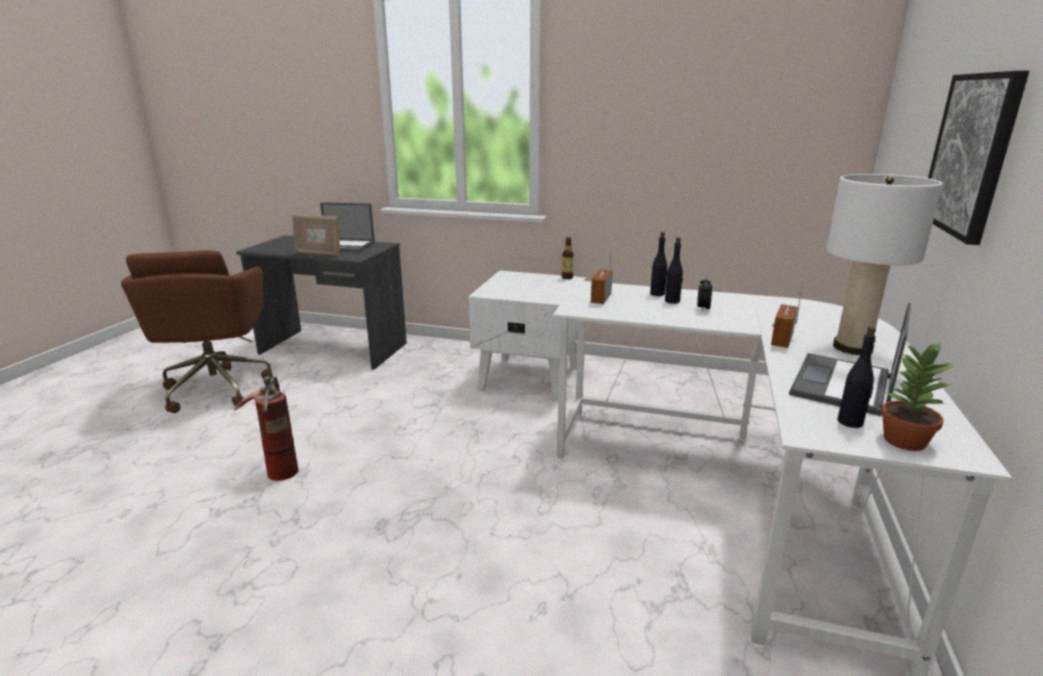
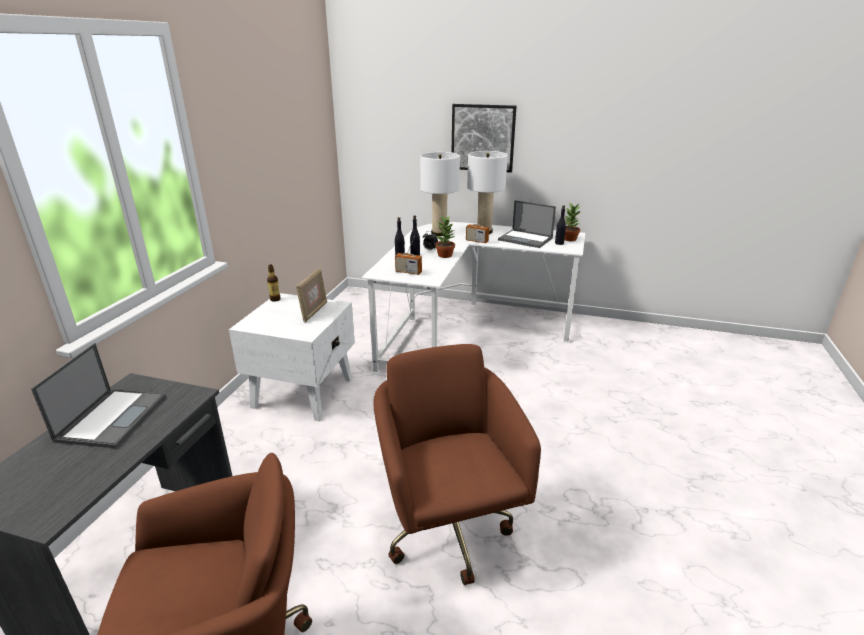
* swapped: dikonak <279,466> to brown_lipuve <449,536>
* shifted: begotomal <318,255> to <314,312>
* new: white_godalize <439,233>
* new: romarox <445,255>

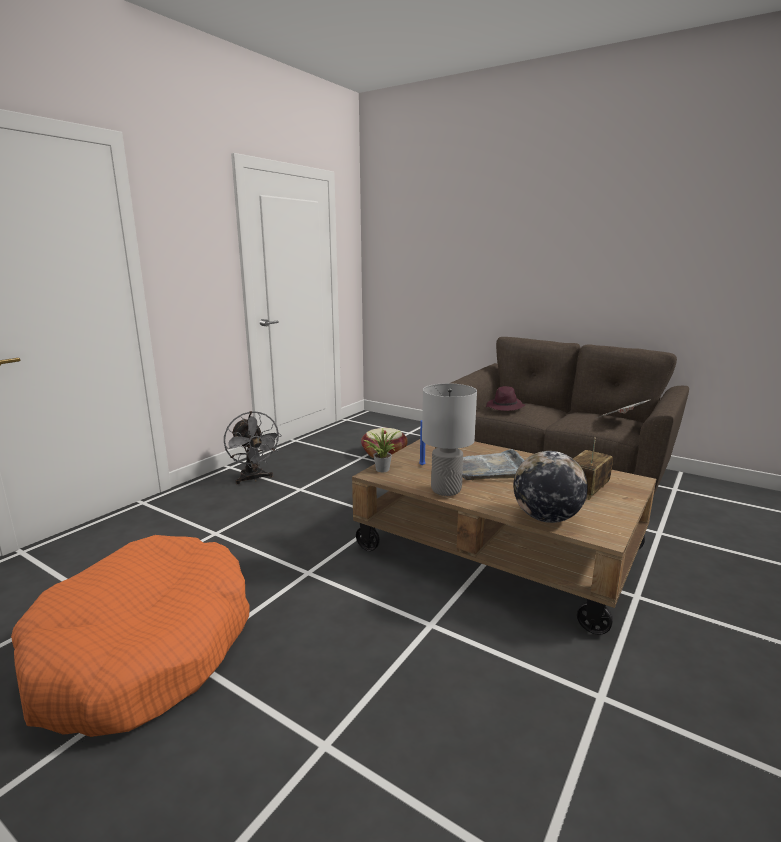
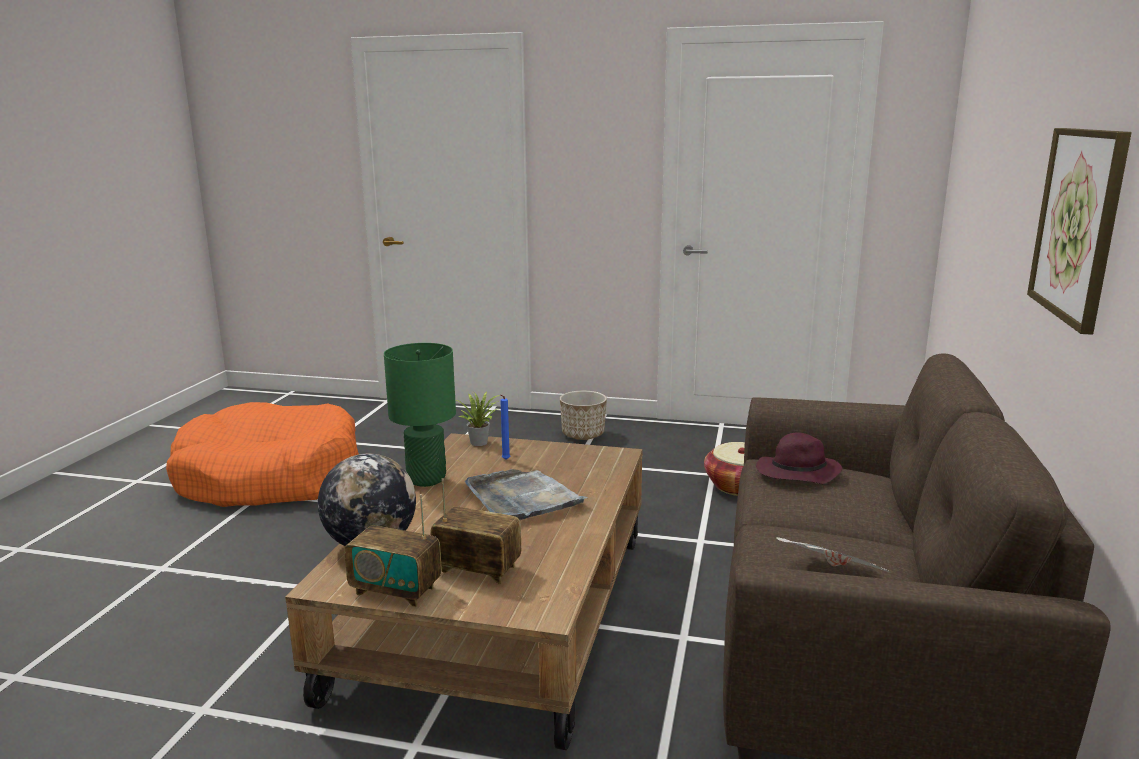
* swapped: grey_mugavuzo <254,479> to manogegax <583,435>
* repainted: grey_godalize <446,492> to green_godalize <427,482>
* new: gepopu <396,590>
* new: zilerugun <1078,224>

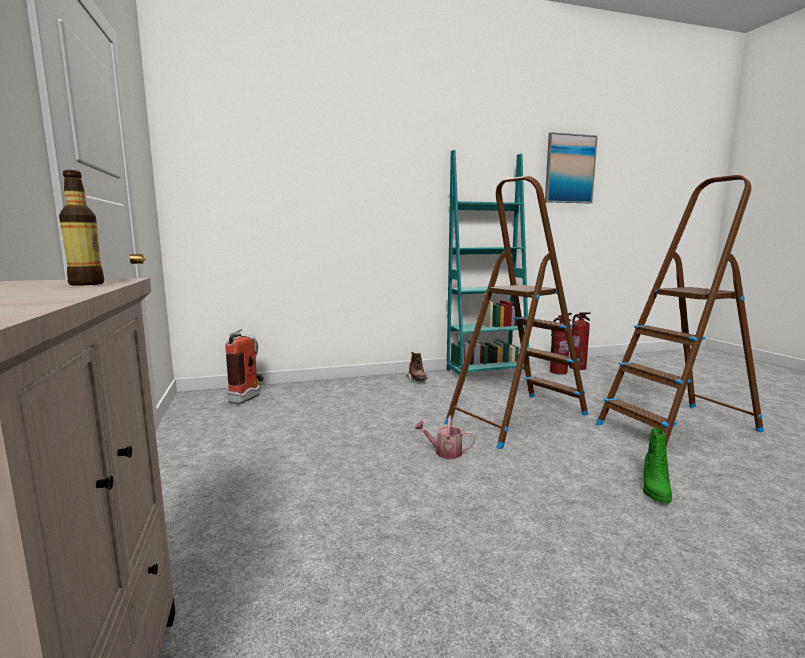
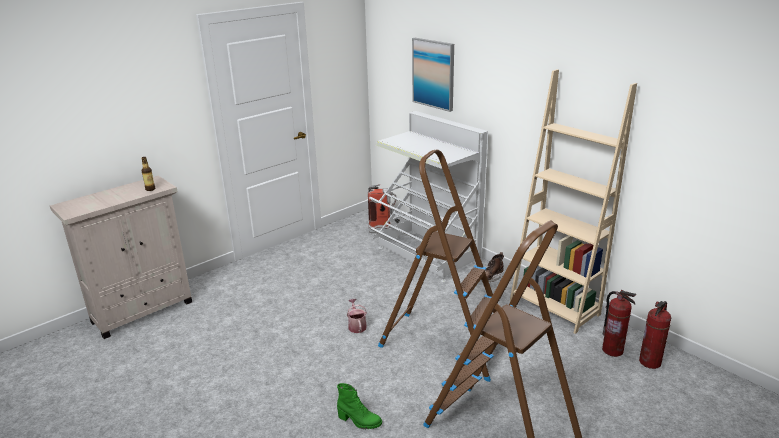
* repainted: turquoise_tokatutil <487,372> to beige_tokatutil <554,307>
* shifted: zilerugun <569,169> to <433,74>
* rotated: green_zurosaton <654,489> = <359,421> 150 degrees counterclockwise
* new: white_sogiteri <424,256>

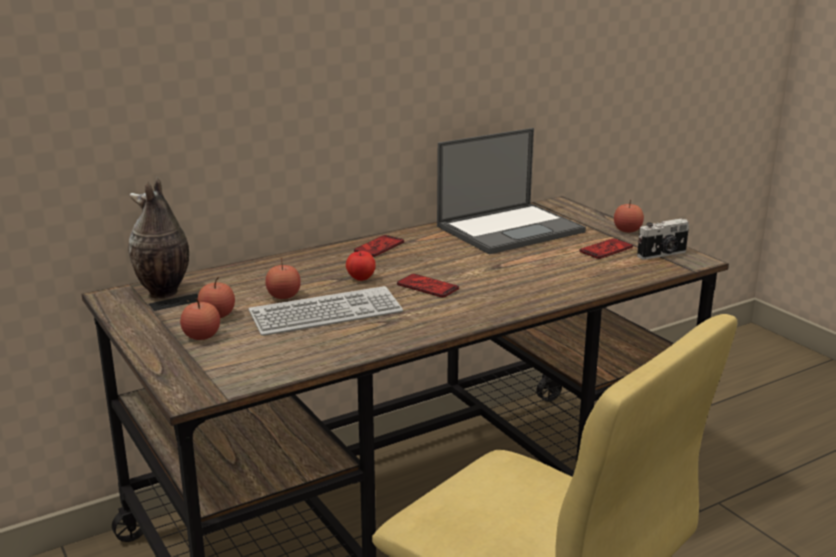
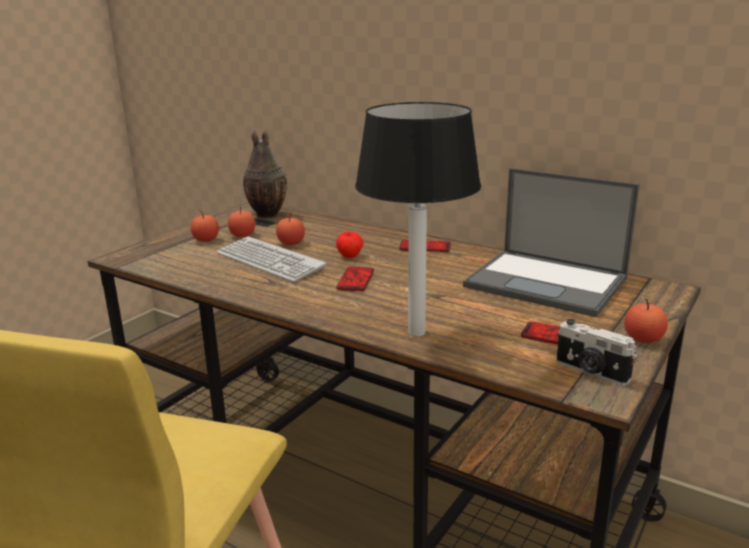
* new: godalize <416,331>

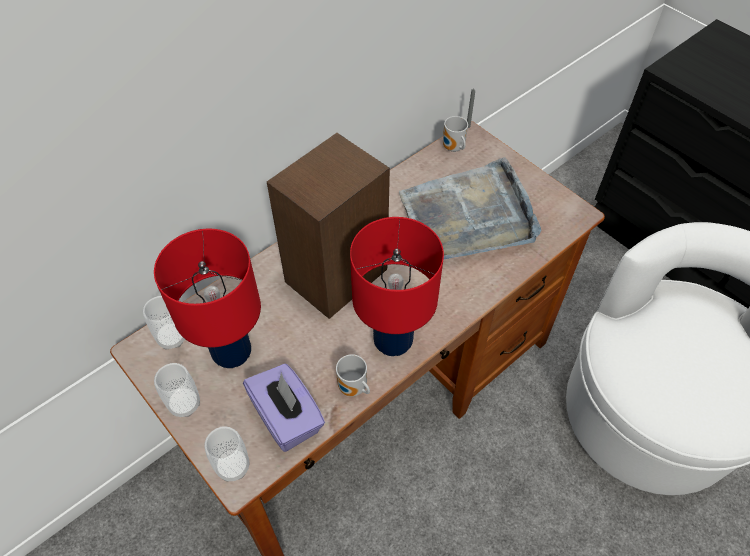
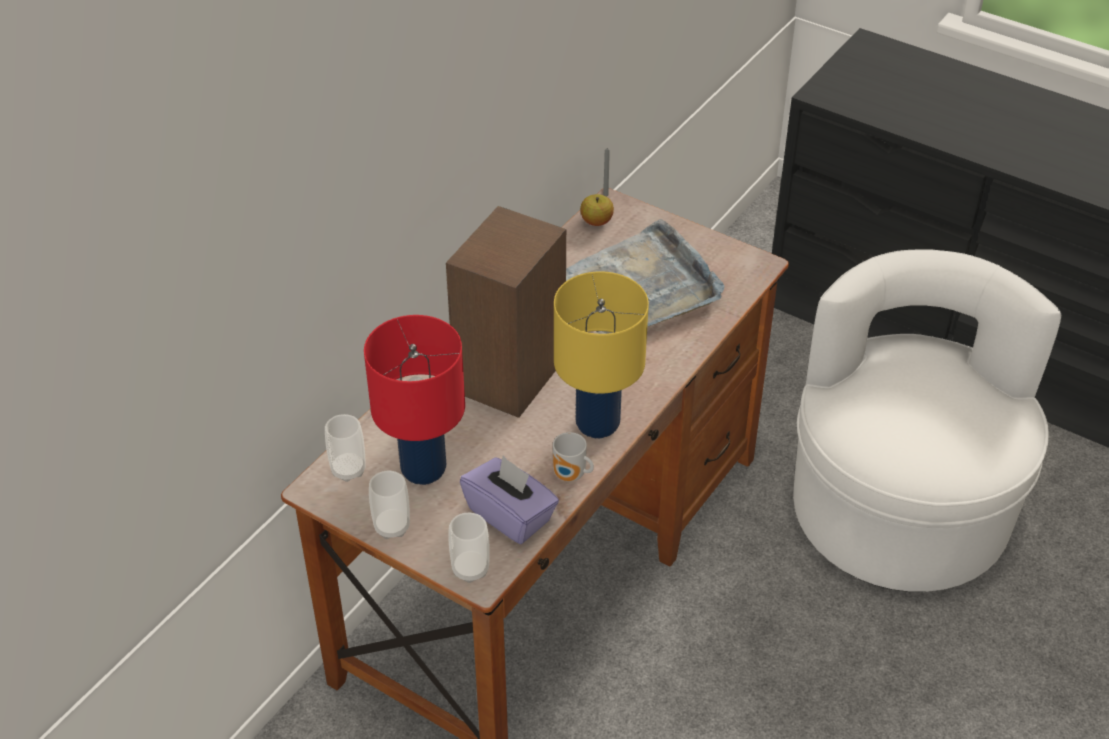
* repainted: red_godalize <394,340> to yellow_godalize <599,423>
* swapped: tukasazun <453,149> to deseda <596,222>

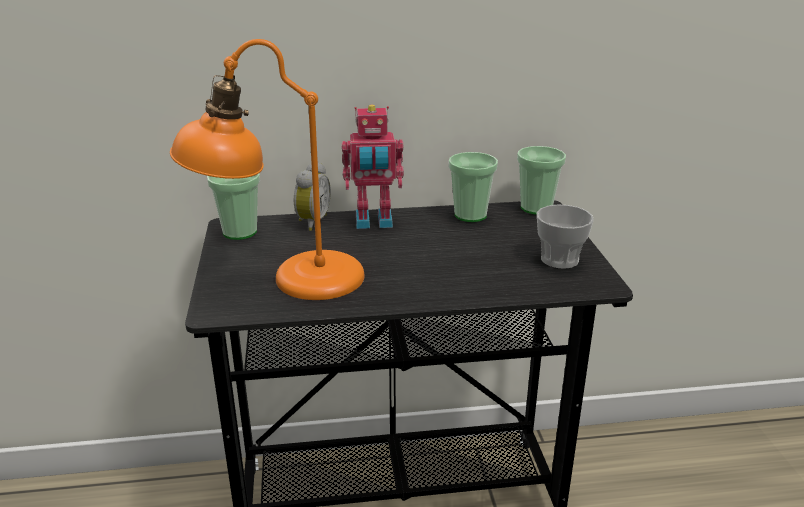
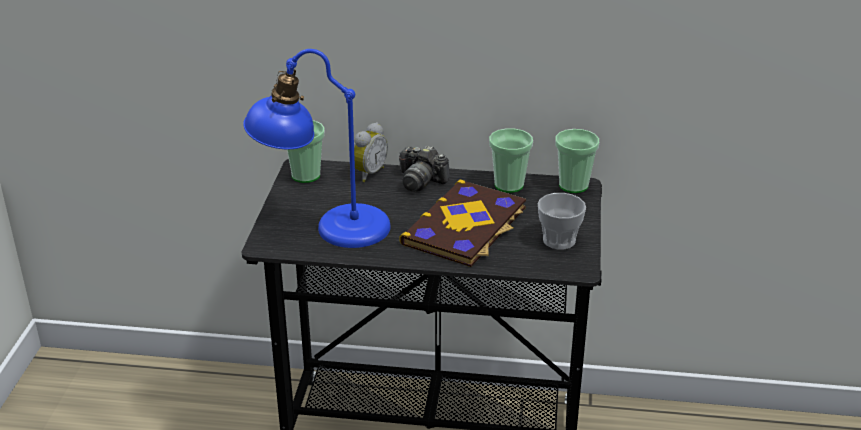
* repainted: orange_godalize <280,278> to blue_godalize <322,224>
* swapped: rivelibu <374,222> to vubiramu <420,181>
* new: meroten <466,226>

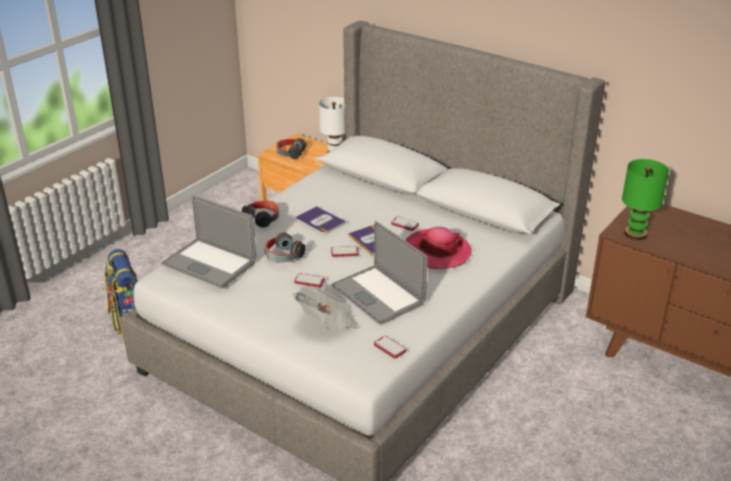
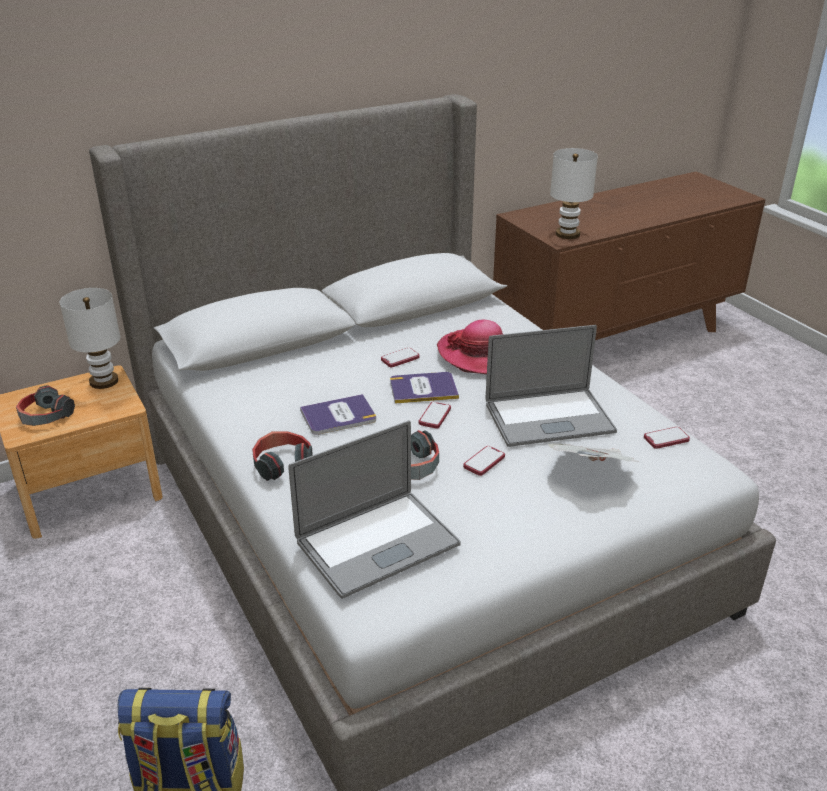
* repainted: green_godalize <636,233> to white_godalize <567,234>

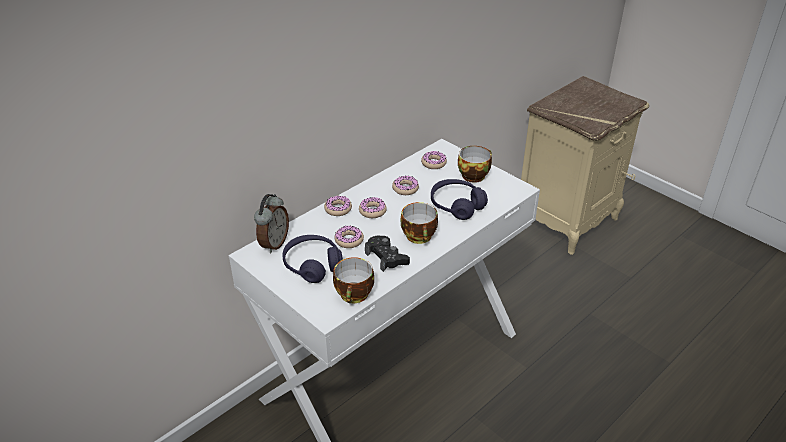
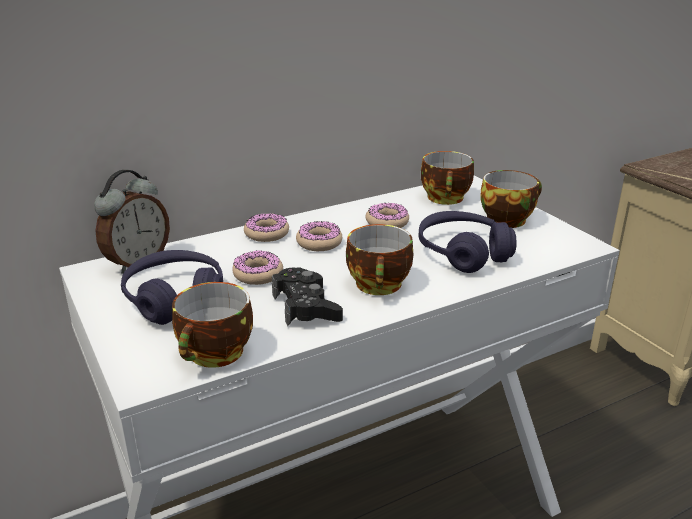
* swapped: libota <433,163> to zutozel <447,199>

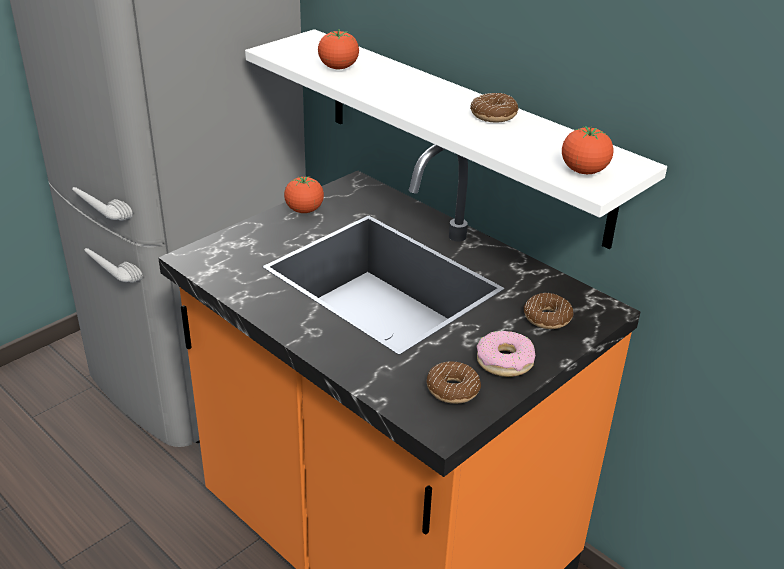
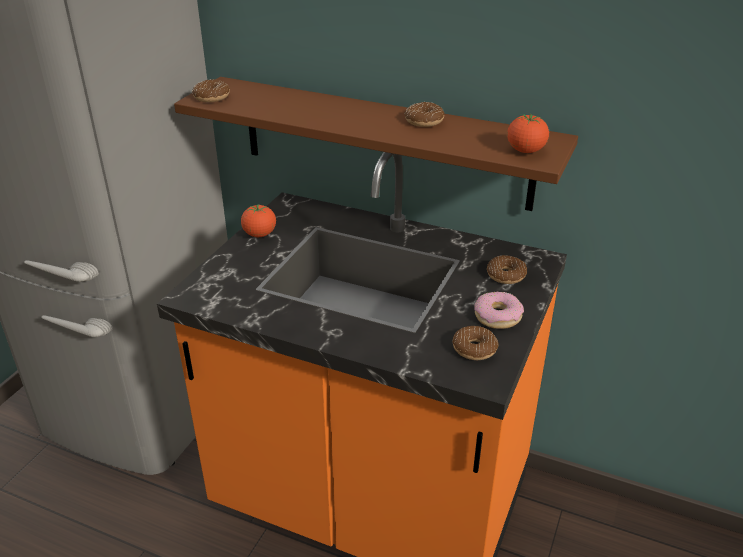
* repainted: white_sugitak <462,133> to brown_sugitak <383,142>
* gone: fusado <338,68>
* new: libota <211,97>

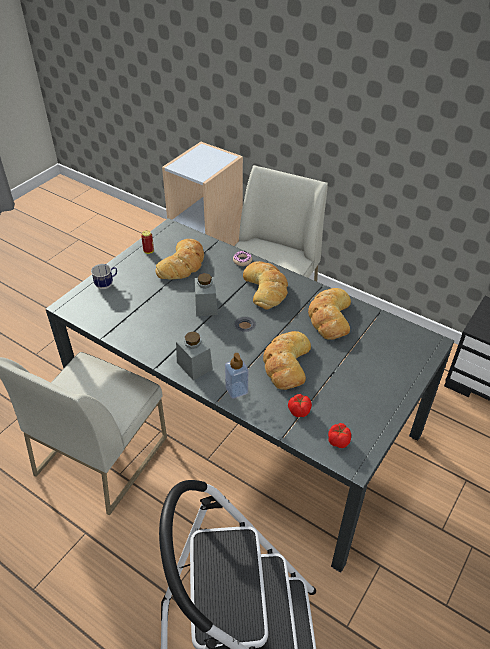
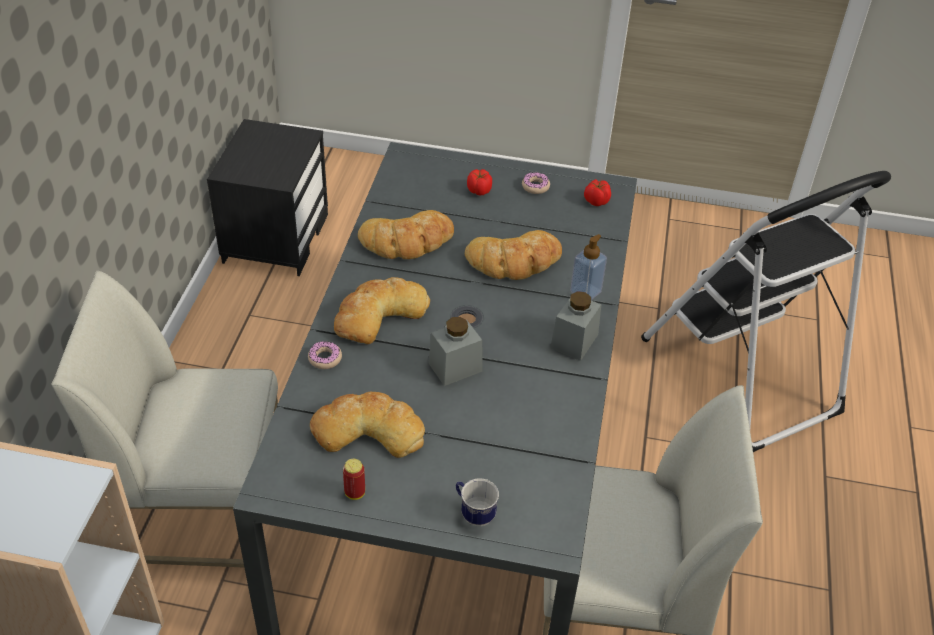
* shifted: fusado <298,411> to <479,191>
* new: libota <535,186>

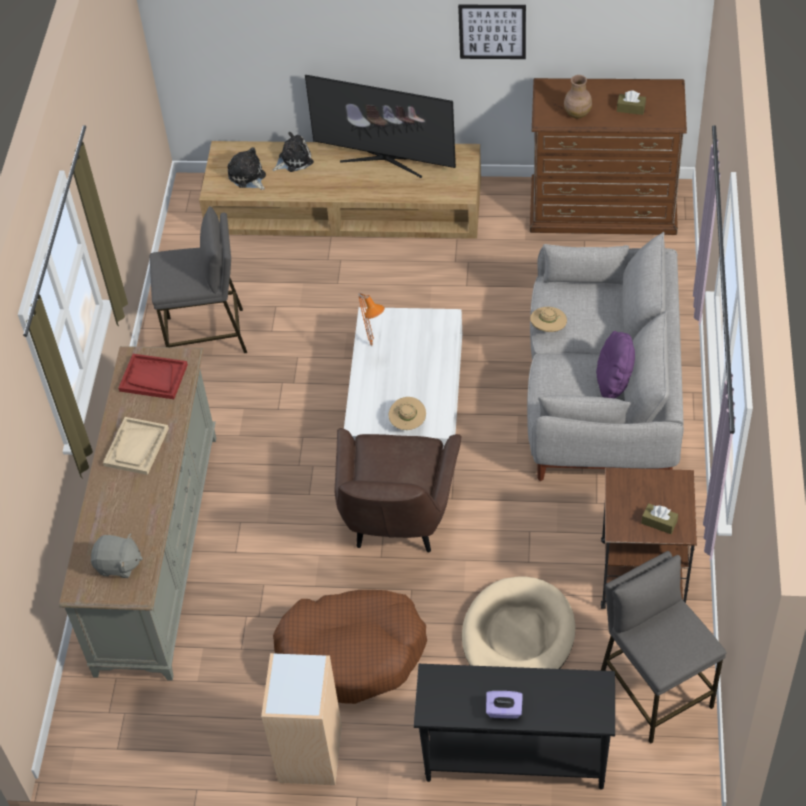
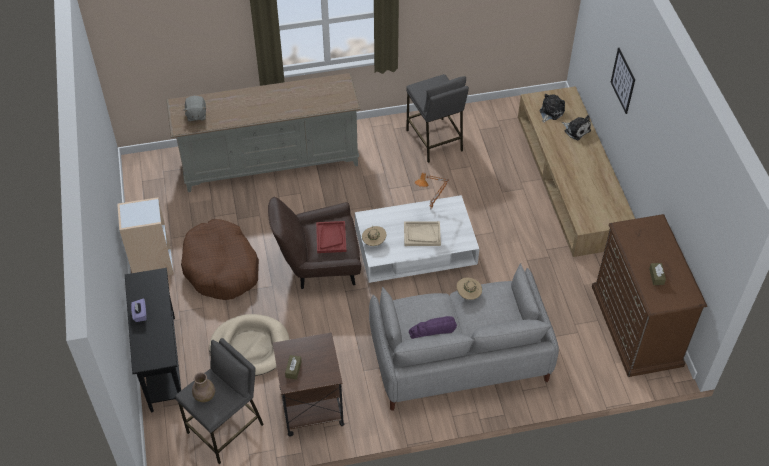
* shifted: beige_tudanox <136,447> to <422,234>
* shifted: red_tudanox <153,378> to <331,237>
* gone: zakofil <384,160>
* shifted: zilerugun <492,31> to <623,80>
* shifted: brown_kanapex <577,113> to <205,396>

